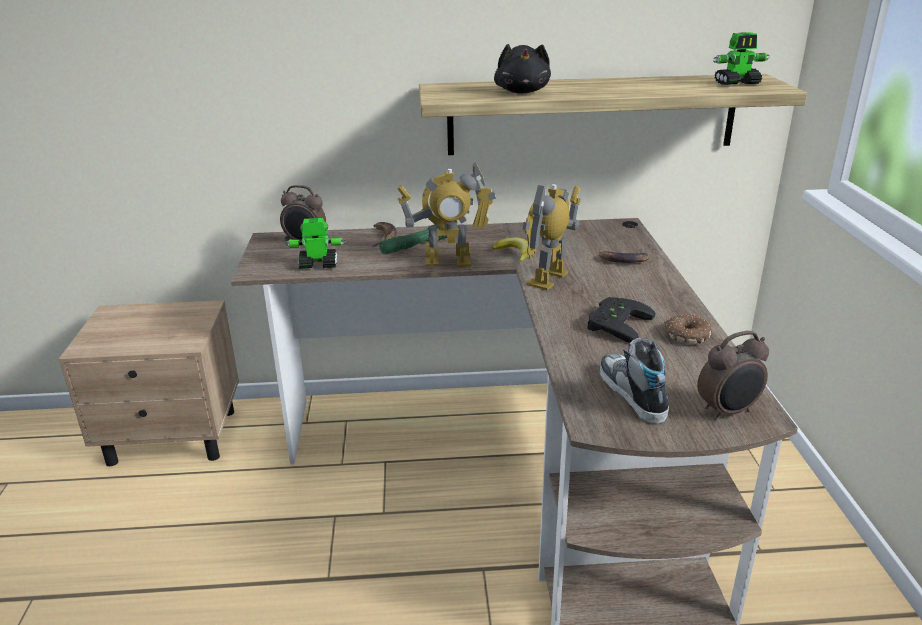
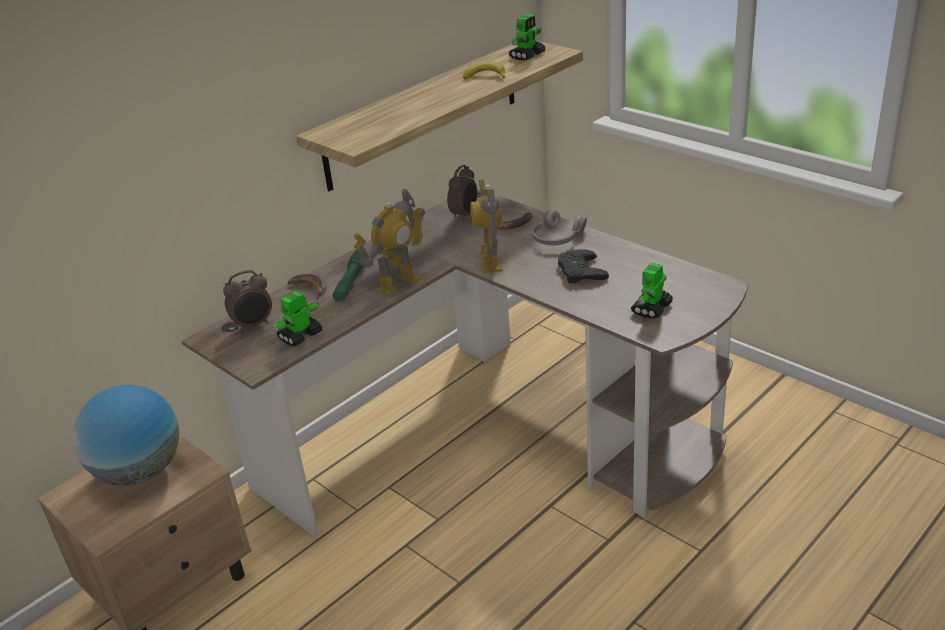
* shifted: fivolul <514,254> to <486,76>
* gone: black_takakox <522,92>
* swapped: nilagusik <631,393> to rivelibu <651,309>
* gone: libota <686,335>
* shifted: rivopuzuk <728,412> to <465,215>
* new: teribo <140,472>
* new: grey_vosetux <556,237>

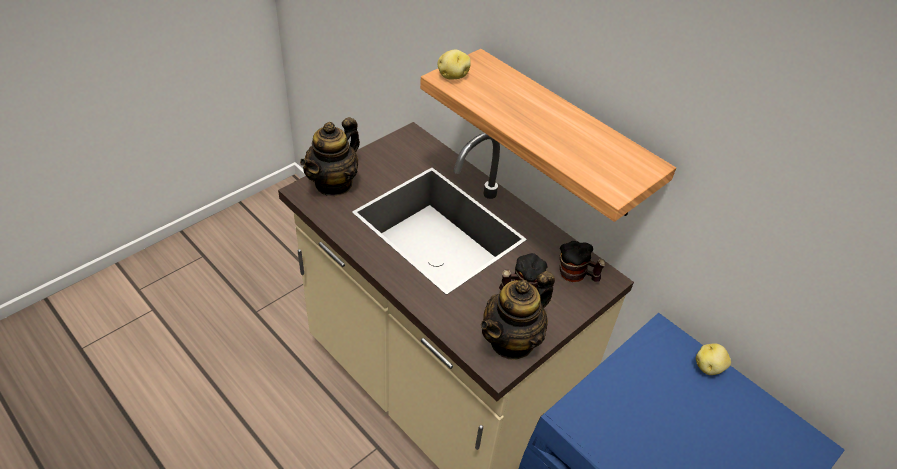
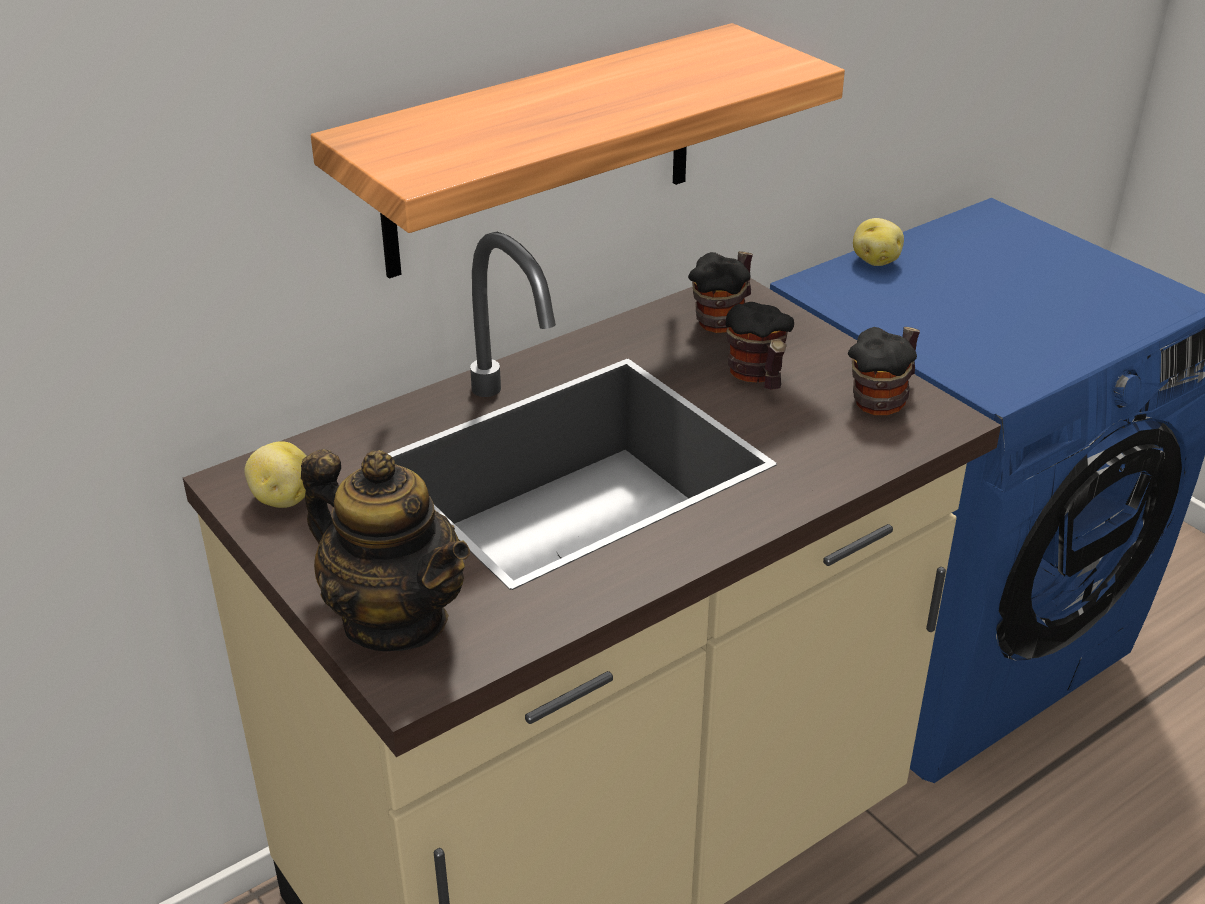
* shifted: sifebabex <452,76> to <282,498>
* swapped: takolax <512,340> to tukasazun <884,399>

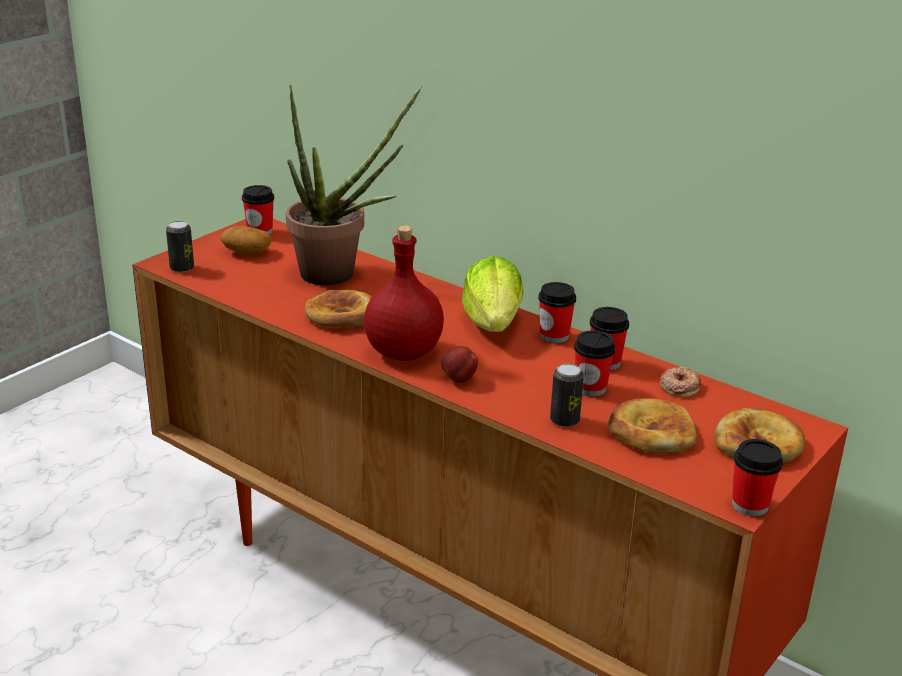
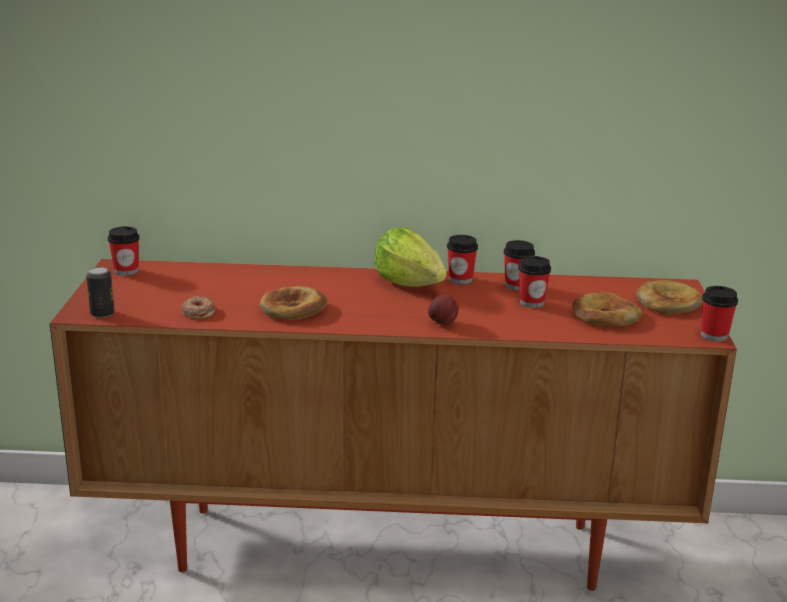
* gone: sifebabex <246,252>
* gone: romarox <339,275>
* gone: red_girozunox <405,352>
* gone: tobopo <564,420>
* shifted: libota <679,386> to <198,312>

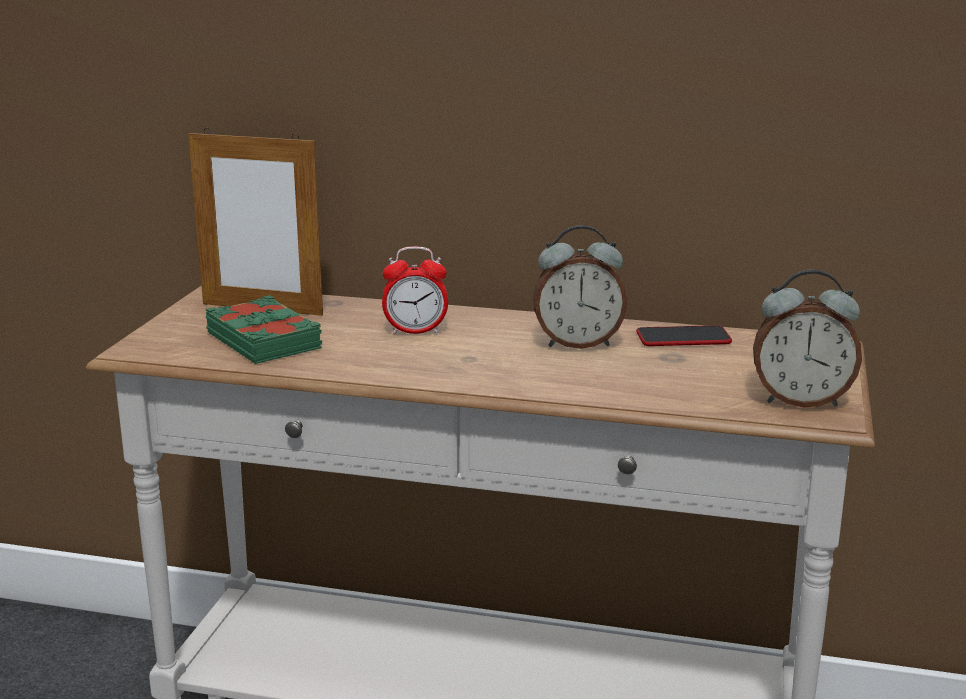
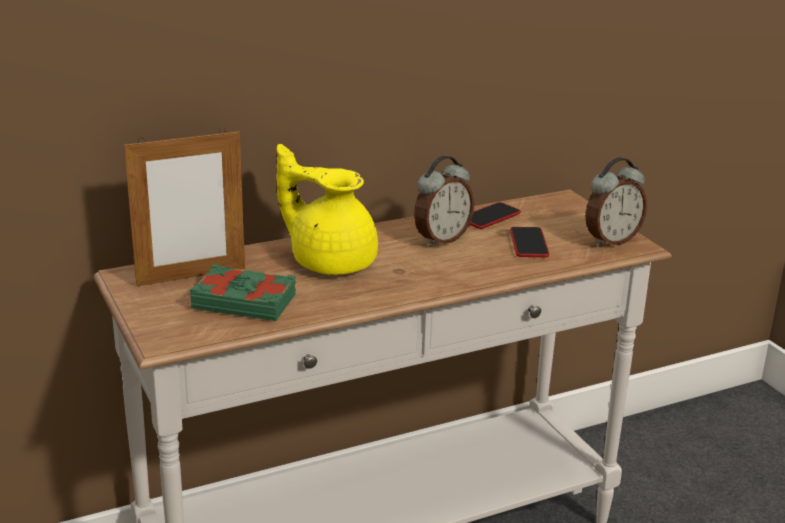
* swapped: rivopuzuk <415,331> to yellow_takolax <330,261>
* new: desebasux <528,243>

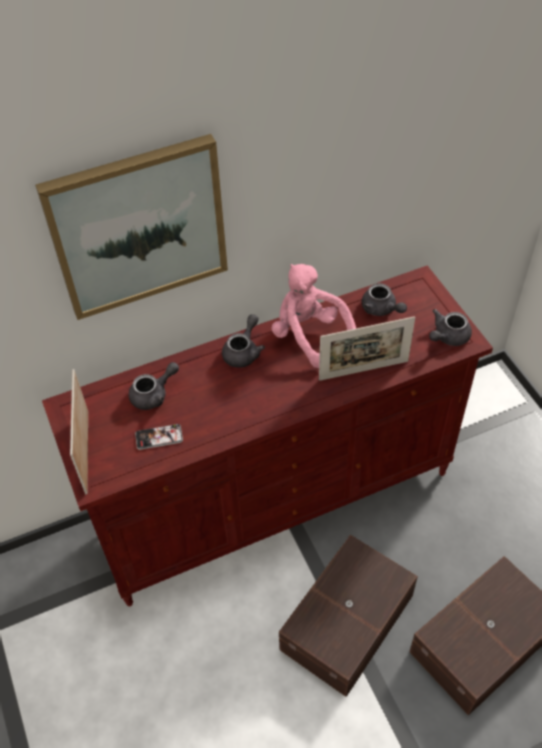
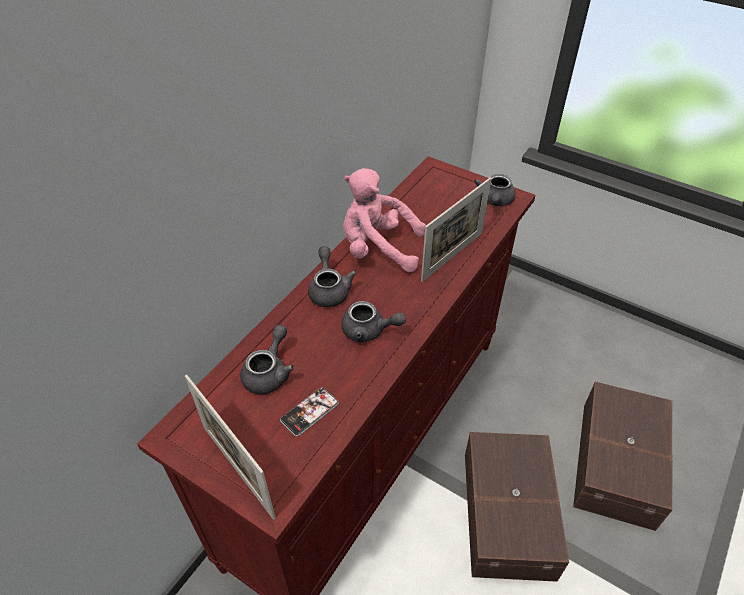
* gone: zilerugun <138,227>
* shifted: grey_takolax <381,309> to <369,331>

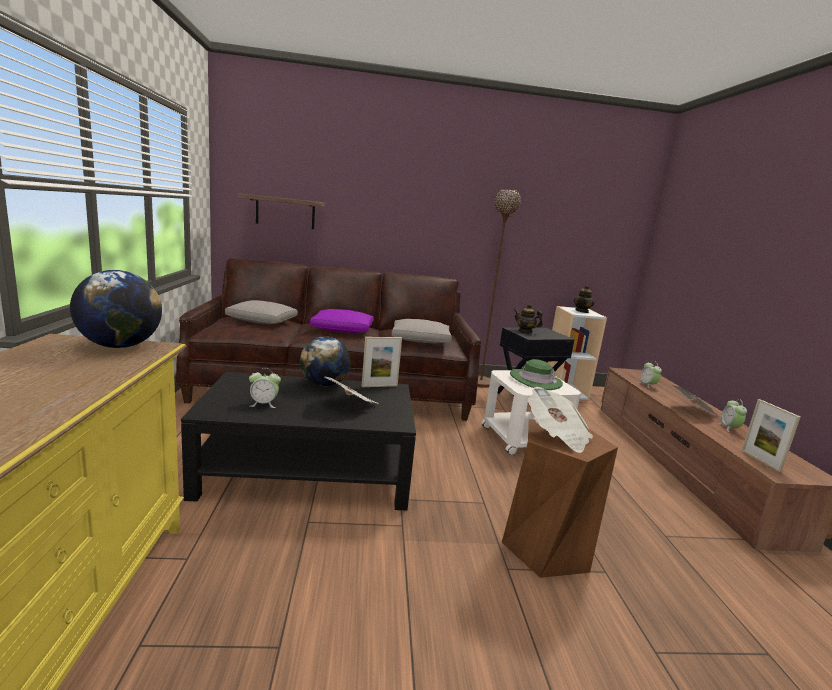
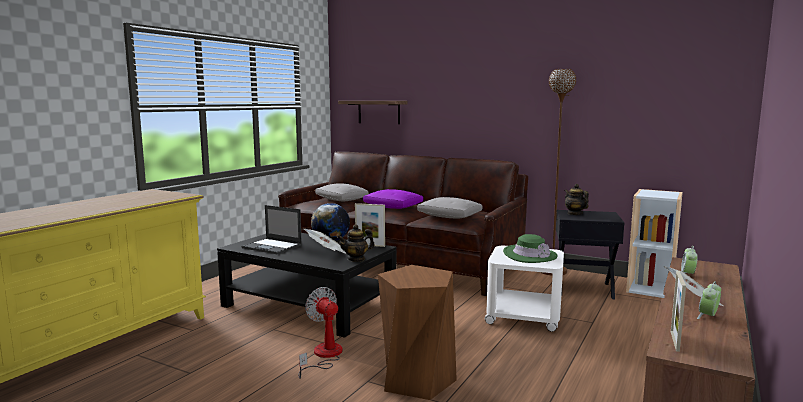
* gone: teribo <120,346>
* swapped: rivopuzuk <264,404> to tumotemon <272,246>
* gone: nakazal <557,436>
* shifted: takolax <582,311> to <356,259>
* new: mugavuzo <324,356>

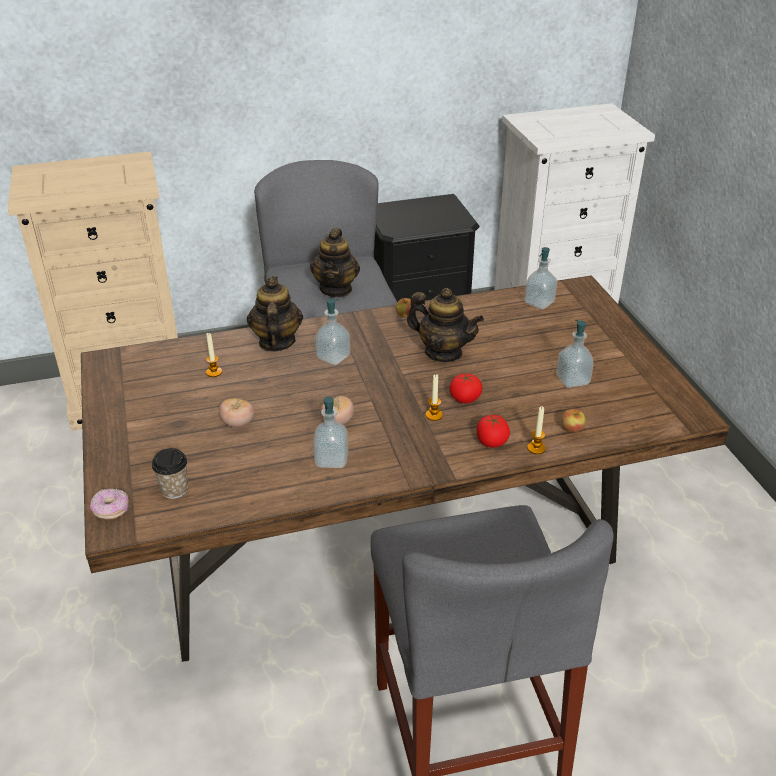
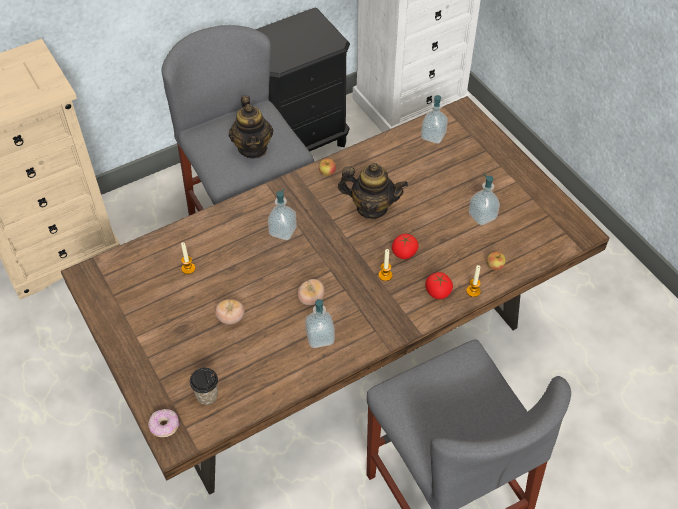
* gone: takolax <276,342>

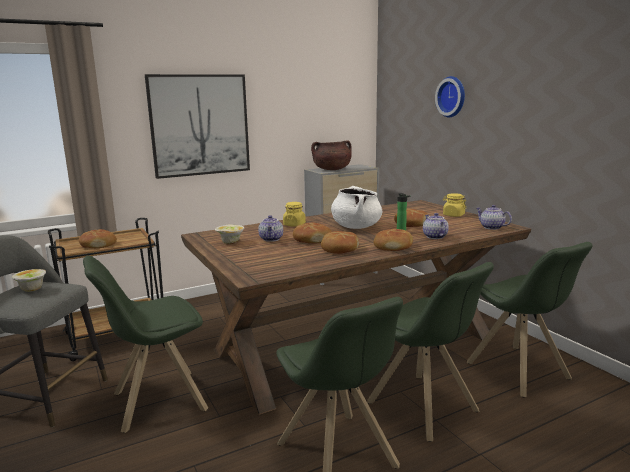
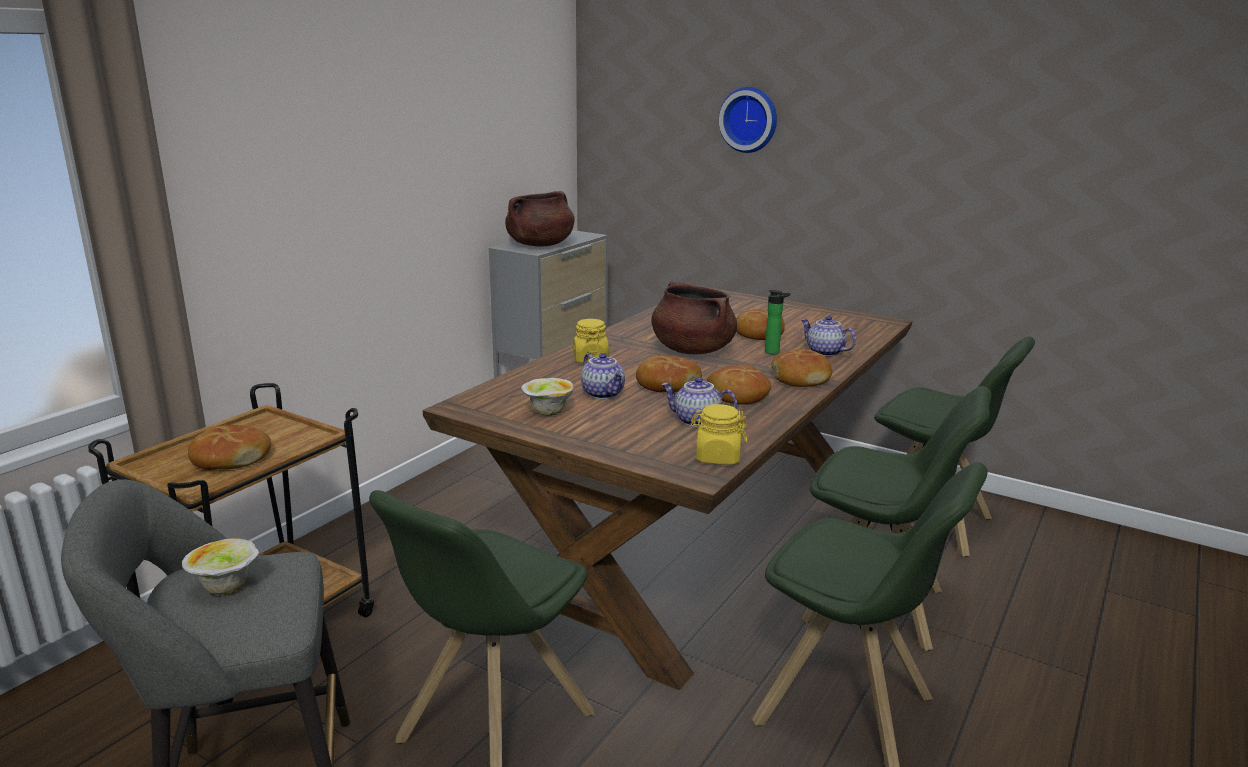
* gone: zilerugun <200,125>
* repainted: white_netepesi <356,227> to brown_netepesi <692,350>
* shifted: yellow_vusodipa <453,215> to <717,457>
* shifted: takolax <491,227> to <696,421>

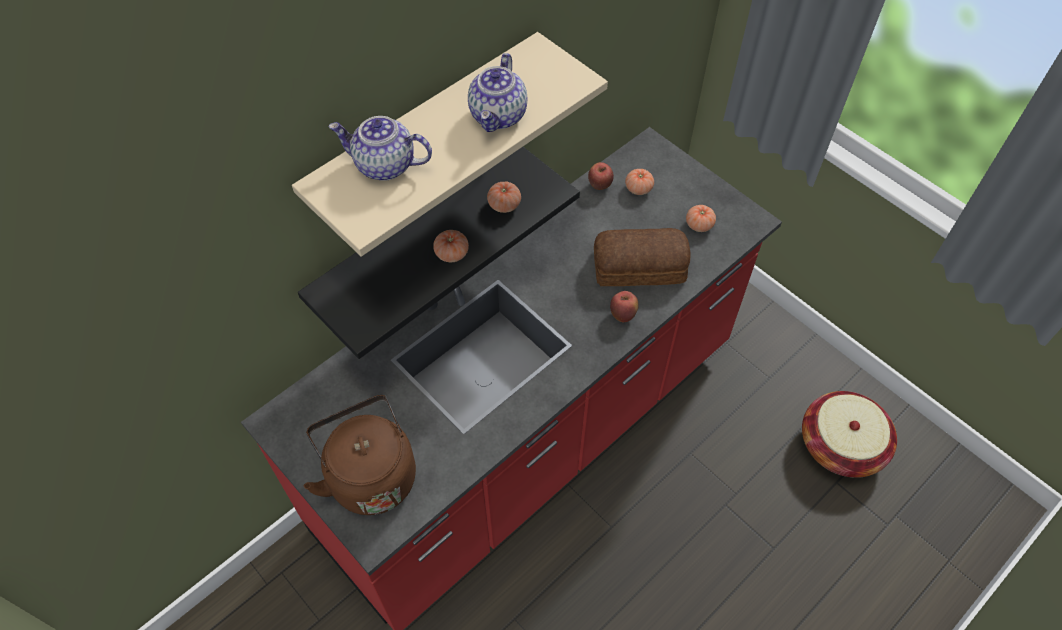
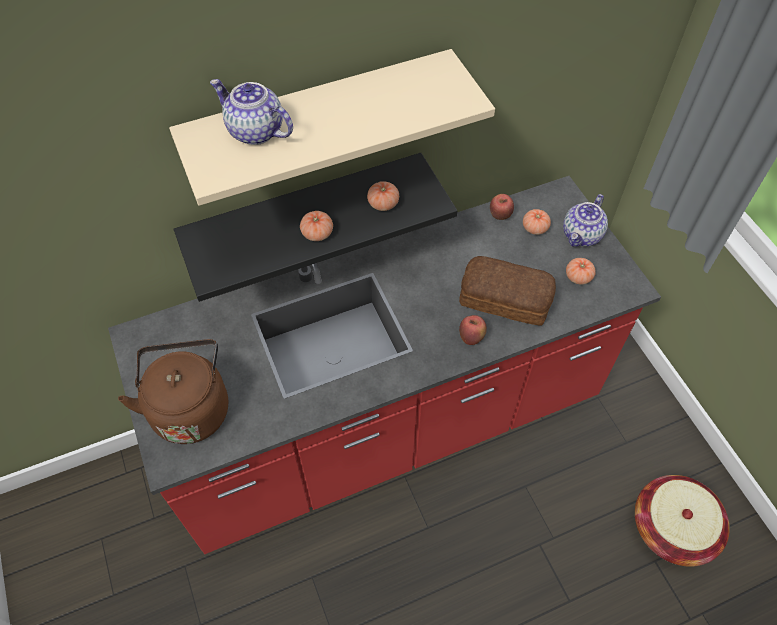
* shifted: takolax <499,116> to <582,235>

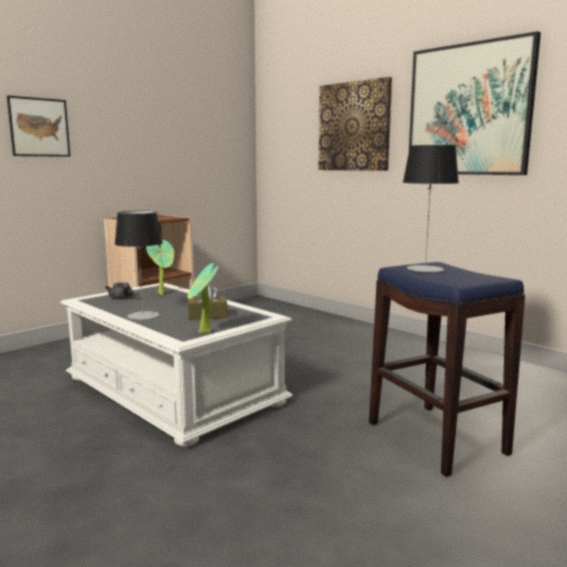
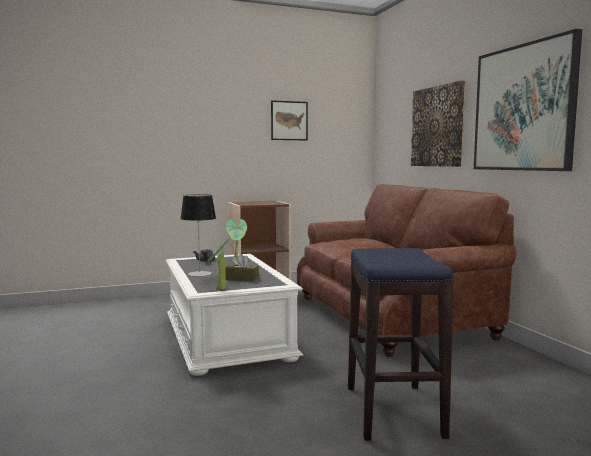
* shifted: zilerugun <39,127> to <289,120>
* gone: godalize <425,269>
* new: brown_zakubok <388,316>

